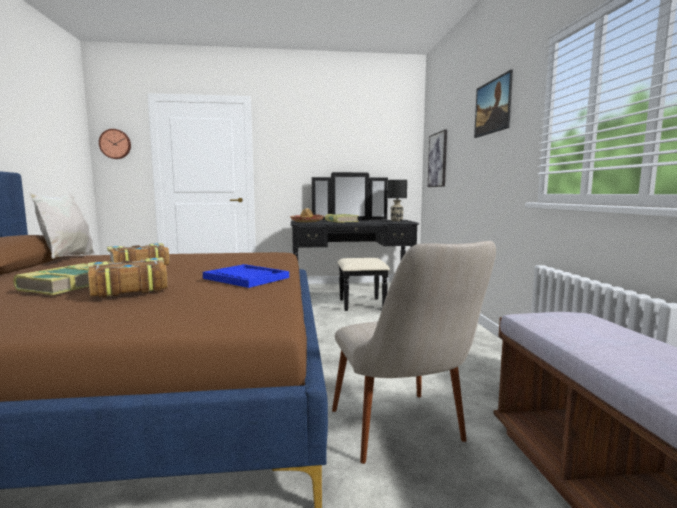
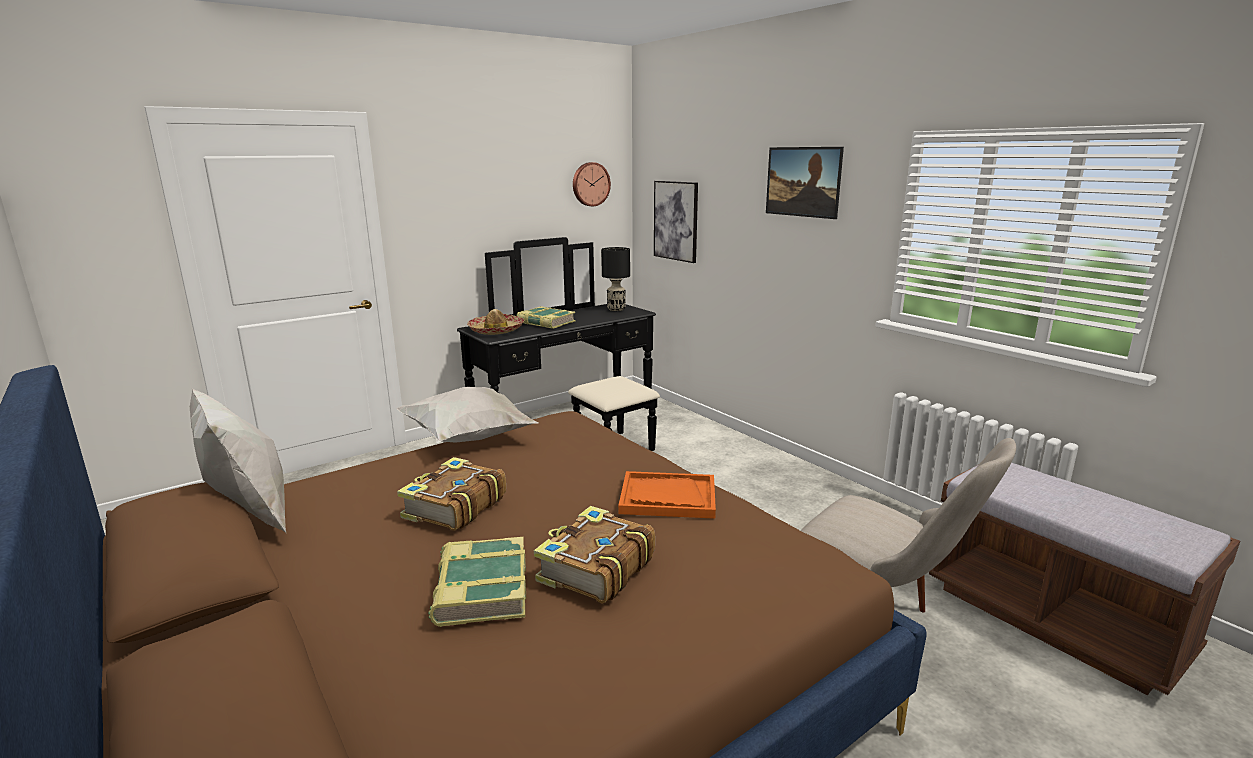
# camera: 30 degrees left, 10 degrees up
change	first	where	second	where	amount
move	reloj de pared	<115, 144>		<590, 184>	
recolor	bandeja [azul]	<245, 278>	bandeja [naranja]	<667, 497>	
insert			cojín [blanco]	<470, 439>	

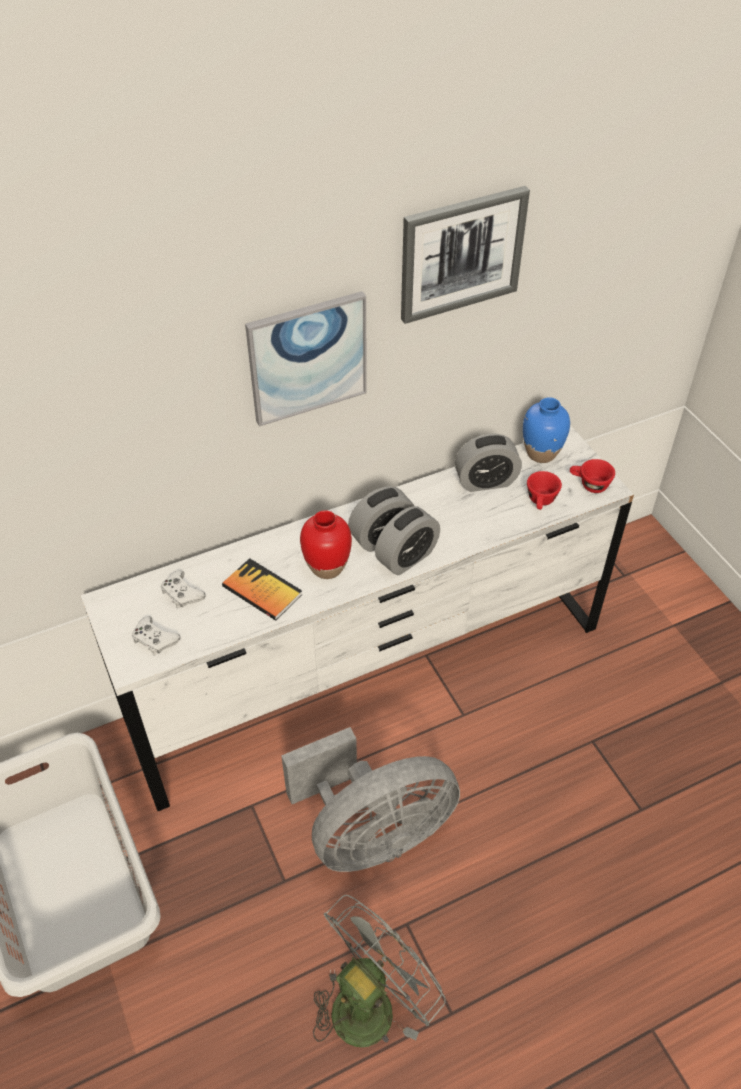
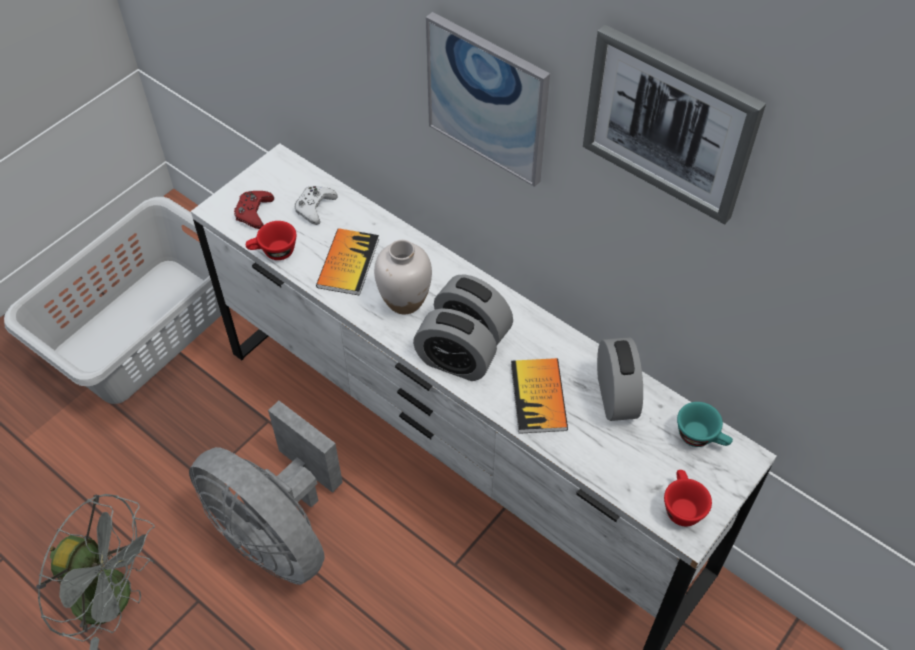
# camera: 65 degrees right, 5 degrees up
change	first	where	second	where	amount
replace	florero [azul]	<541, 453>	taza [turquesa]	<701, 437>	
rotate	despertador	<485, 481>		<615, 396>	150 degrees counterclockwise
move	taza [rojo]	<541, 502>		<273, 252>	
recolor	florero [rojo]	<326, 567>	florero [blanco]	<404, 300>	
recolor	mando de consola [blanco]	<154, 639>	mando de consola [rojo]	<254, 212>	
insert			libro	<538, 397>	

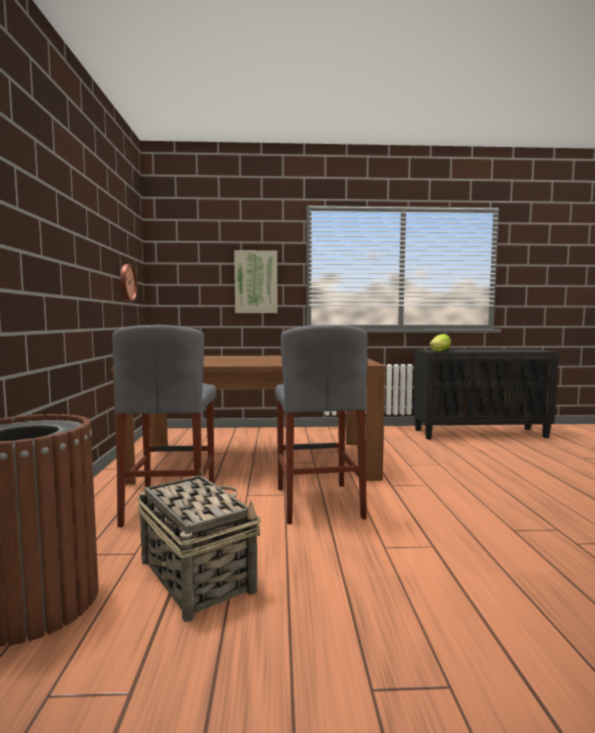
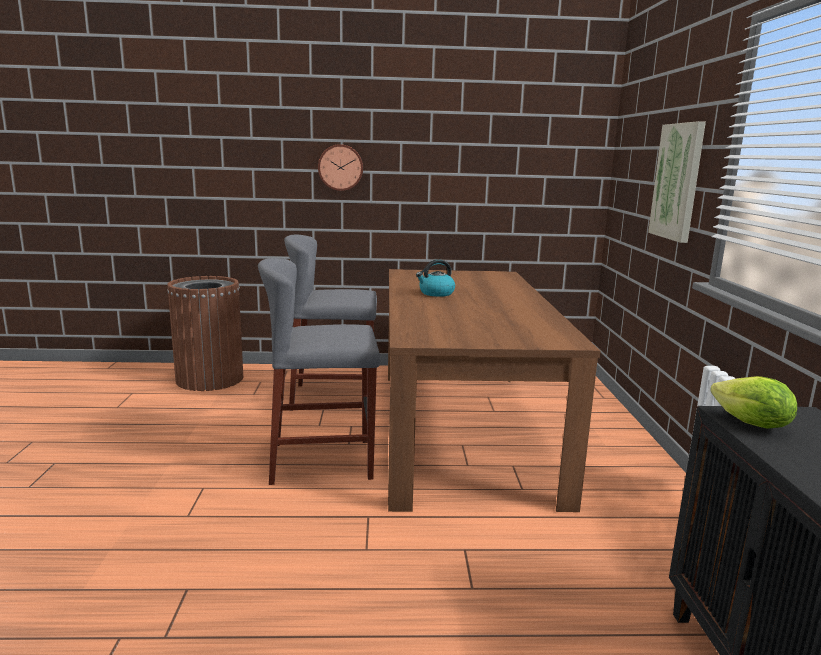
# camera: 90 degrees right, 10 degrees up
change	first	where	second	where	amount
move	reloj de pared	<126, 282>		<340, 167>	
delete	cesta	<196, 575>			
insert			hervidor	<436, 293>	

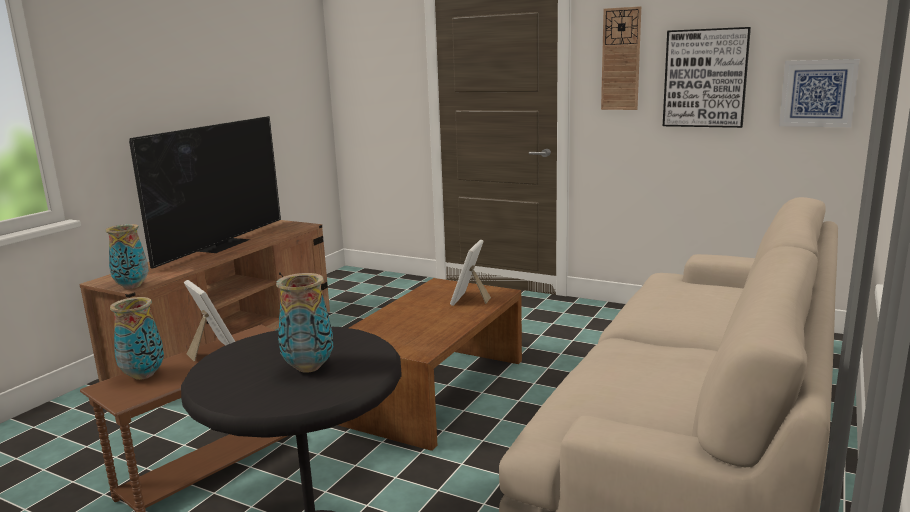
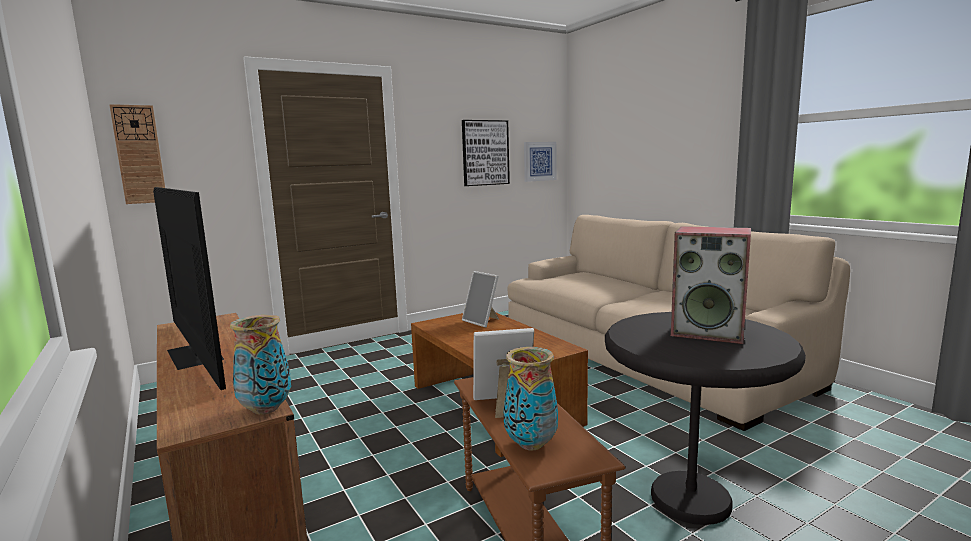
# camera: 60 degrees left, 5 degrees down
change	first	where	second	where	amount
move	reloj de pared	<621, 59>		<139, 154>	
replace	florero	<309, 368>	altavoz	<709, 332>	

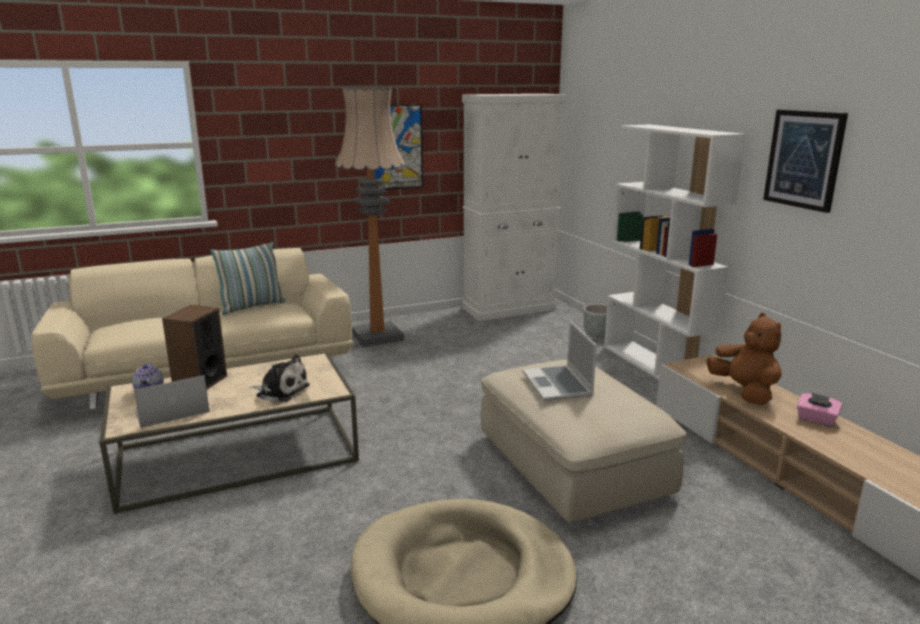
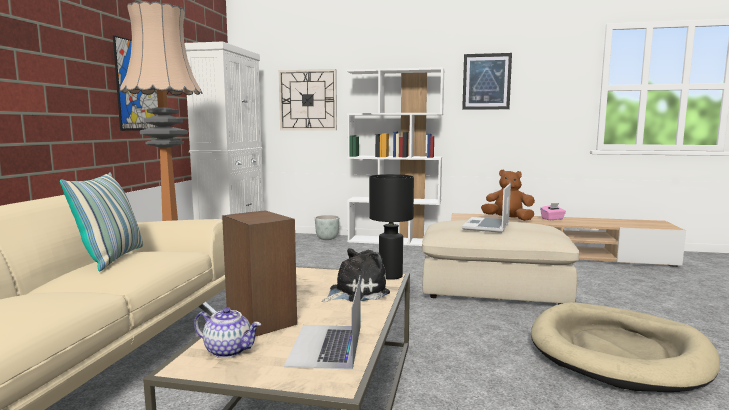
# camera: 55 degrees left, 10 degrees down
change	first	where	second	where	amount
rotate	portátil	<558, 385>		<487, 226>	90 degrees clockwise
insert			reloj de pared	<308, 100>	
insert			lámpara de mesa [negro]	<391, 276>	

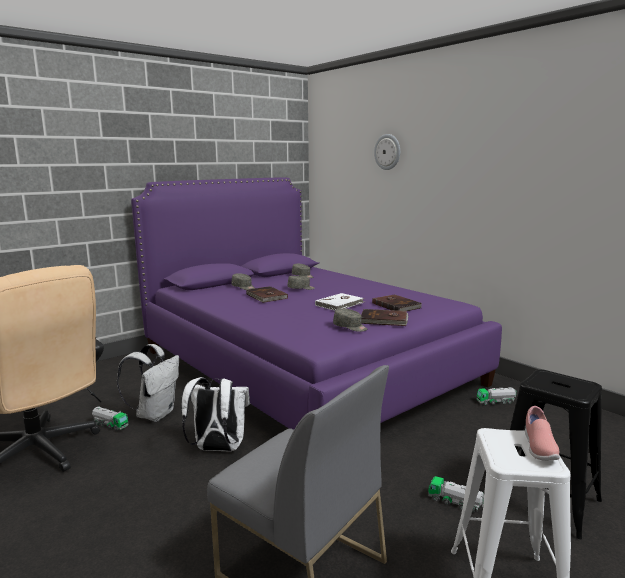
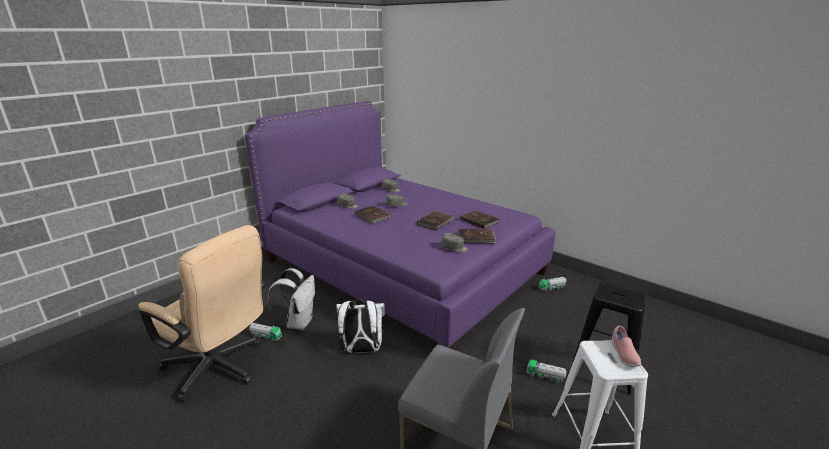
# camera: 10 degrees left, 10 degrees up
change	first	where	second	where	amount
delete	reloj de pared	<387, 152>			
recolor	libro [blanco]	<340, 304>	libro [marrón]	<436, 222>	

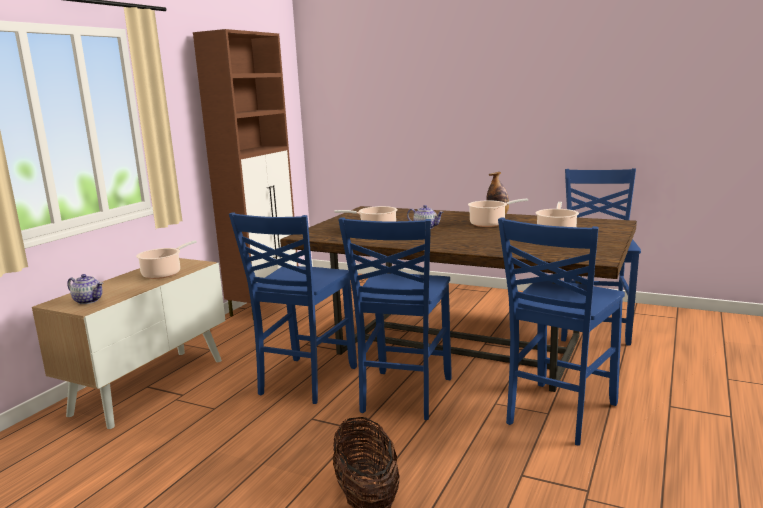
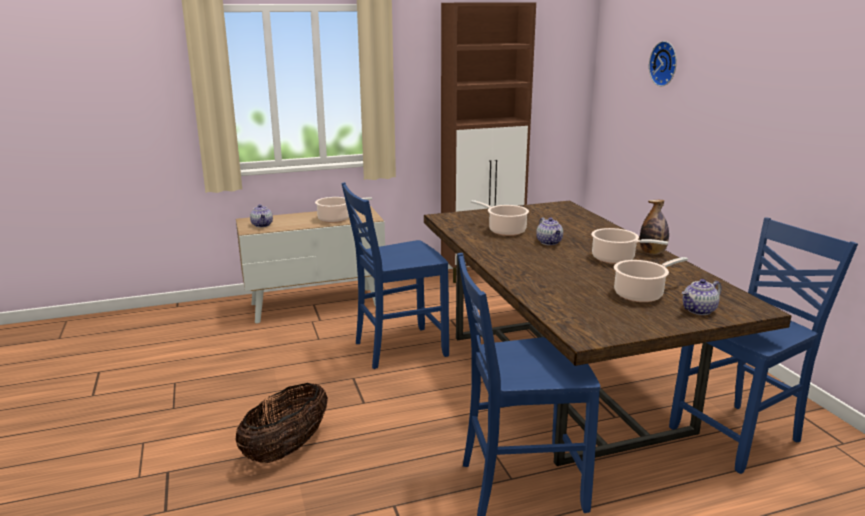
# camera: 45 degrees right, 5 degrees up
change	first	where	second	where	amount
delete	silla [azul]	<403, 395>			
insert			reloj de pared	<665, 63>	
insert			tetera	<699, 310>	

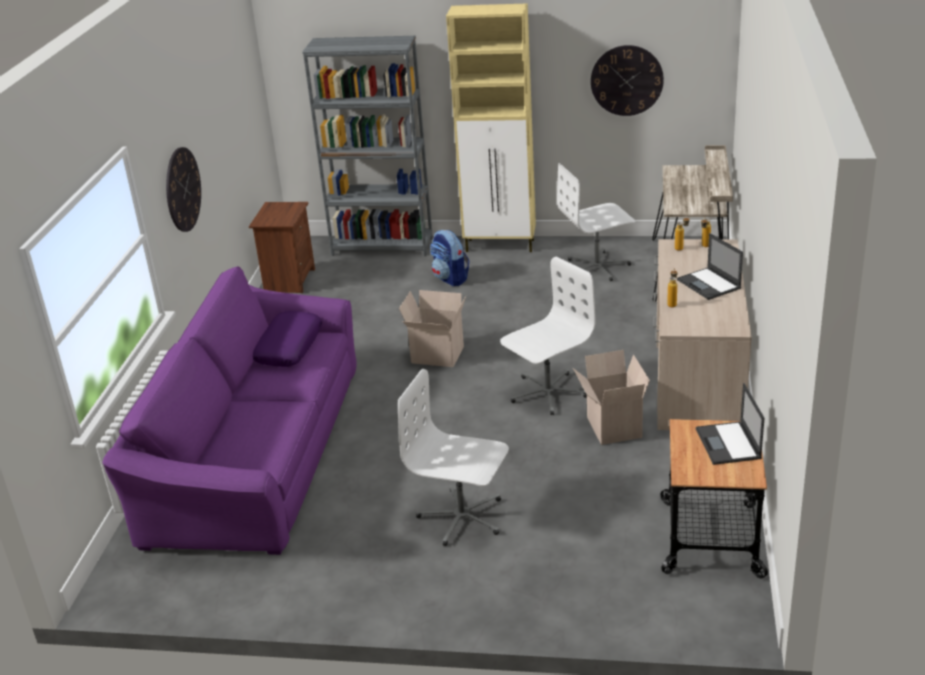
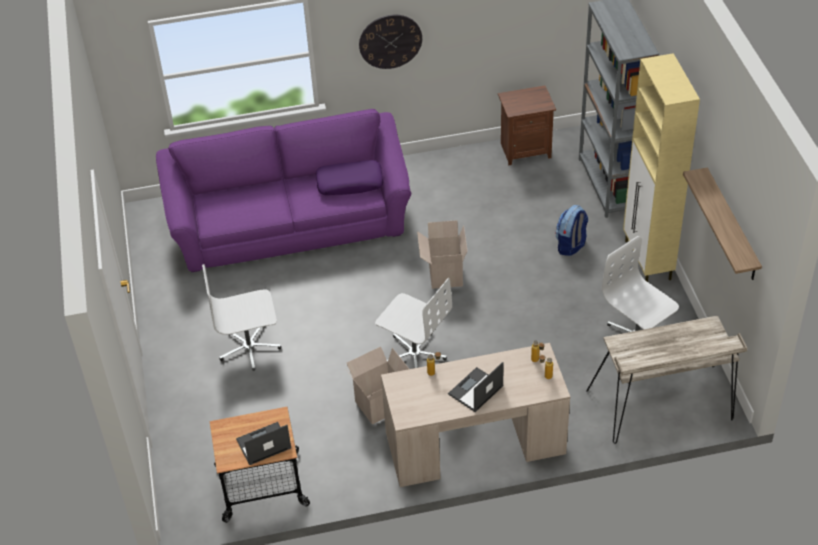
# camera: 70 degrees right, 15 degrees up
change	first	where	second	where	amount
replace	reloj de pared	<627, 80>	estante	<731, 225>	
rotate	silla de oficina [blanco]	<462, 517>		<249, 347>	105 degrees counterclockwise

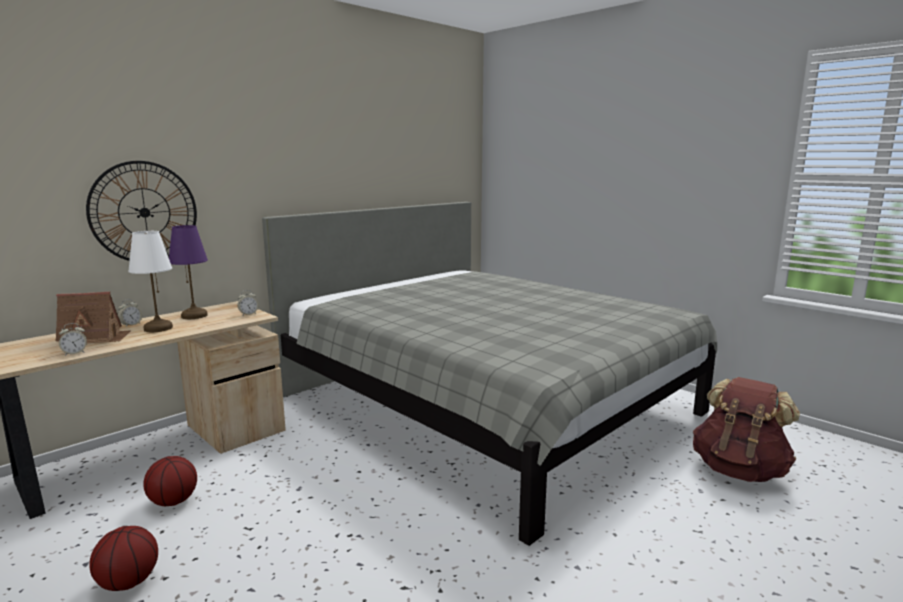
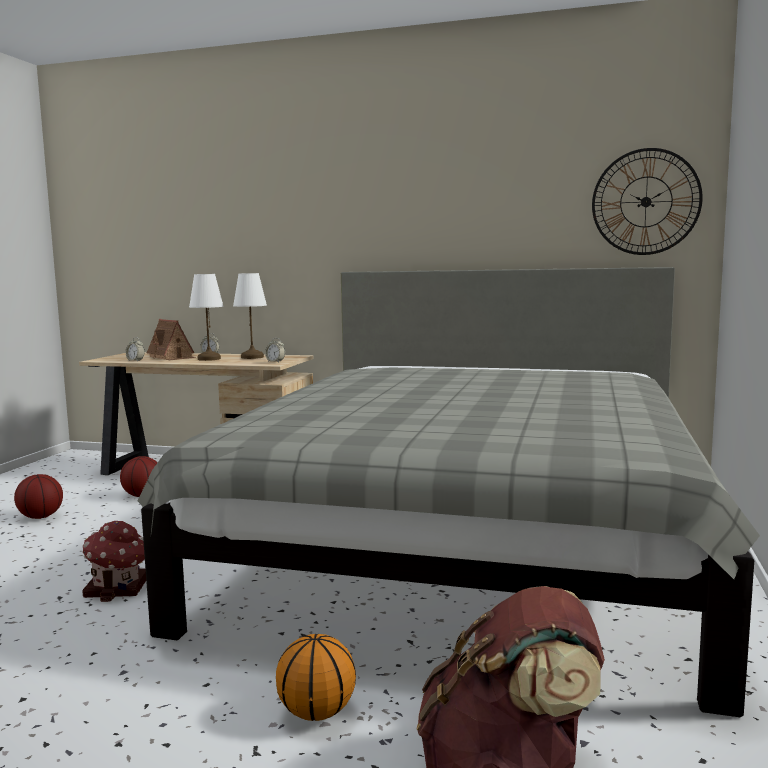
# camera: 60 degrees right, 5 degrees down
change	first	where	second	where	amount
move	reloj de pared	<144, 212>		<646, 202>	
recolor	lámpara de mesa [morado]	<195, 315>	lámpara de mesa [blanco]	<252, 357>	
insert			casita	<119, 587>	
insert			balón de baloncesto	<317, 713>	

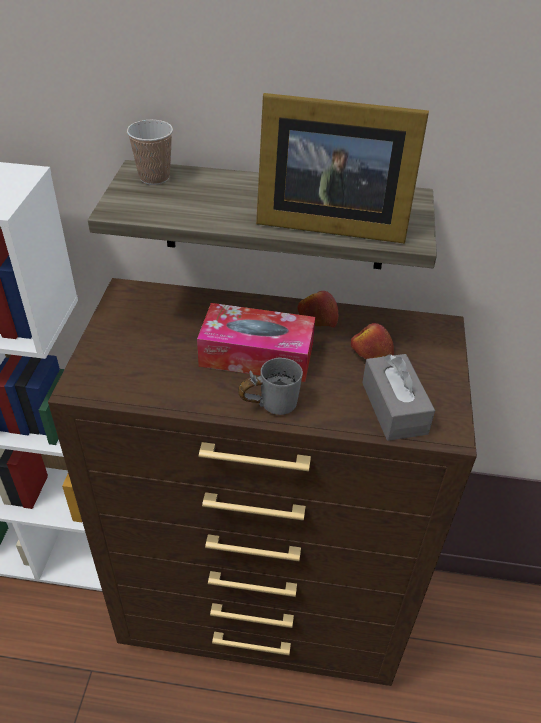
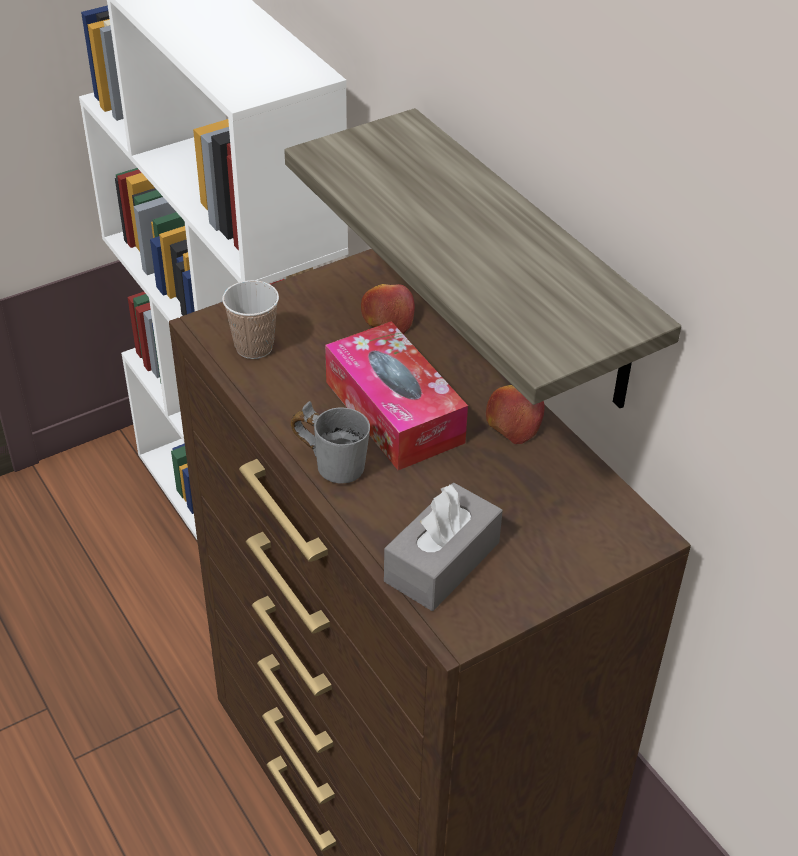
# camera: 50 degrees right, 0 degrees up
change	first	where	second	where	amount
delete	portarretratos	<327, 222>			
move	taza	<154, 177>		<254, 347>	
move	manzana	<371, 352>		<387, 319>	

